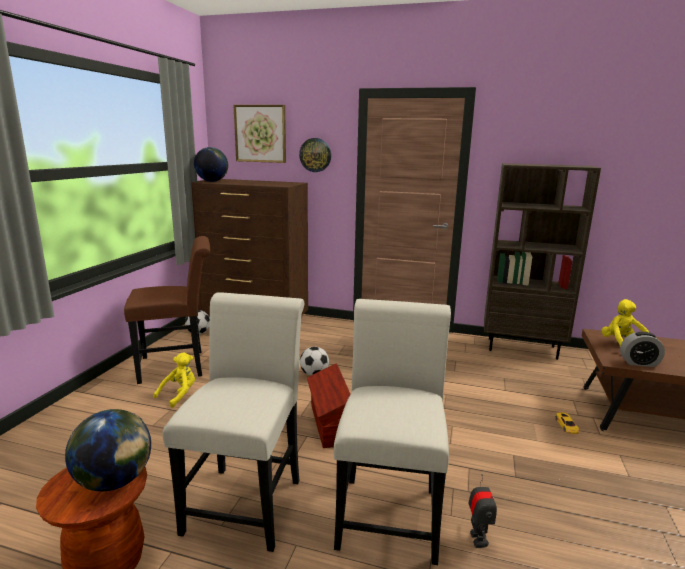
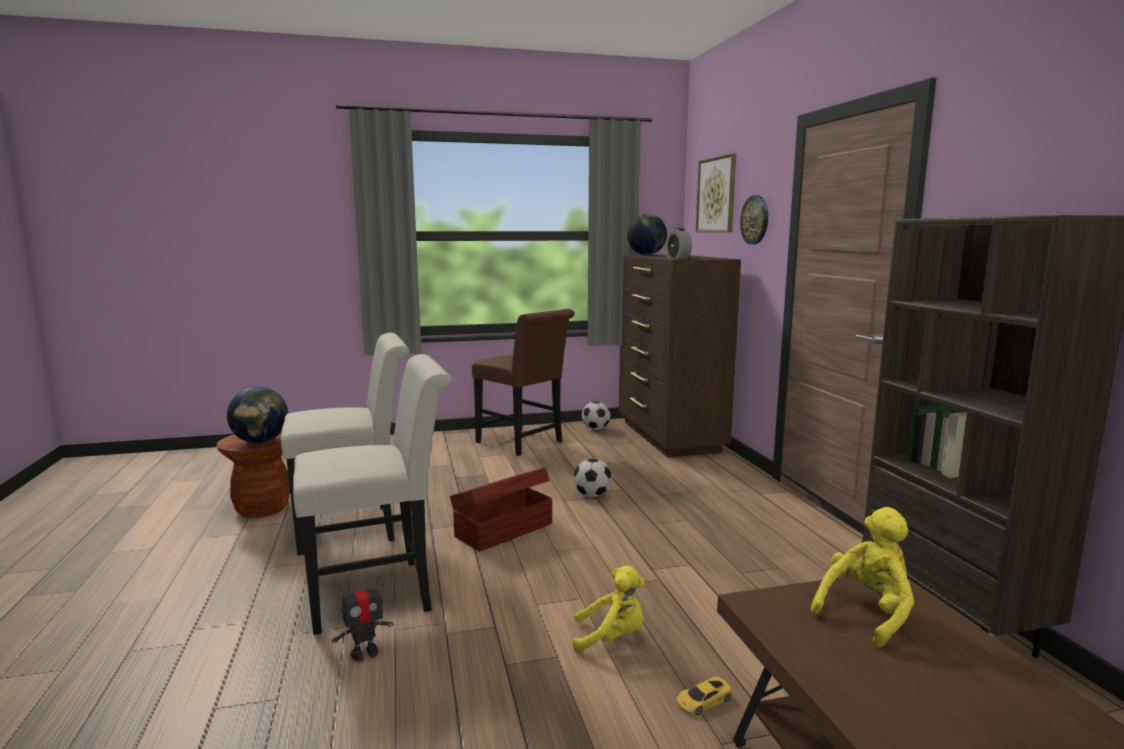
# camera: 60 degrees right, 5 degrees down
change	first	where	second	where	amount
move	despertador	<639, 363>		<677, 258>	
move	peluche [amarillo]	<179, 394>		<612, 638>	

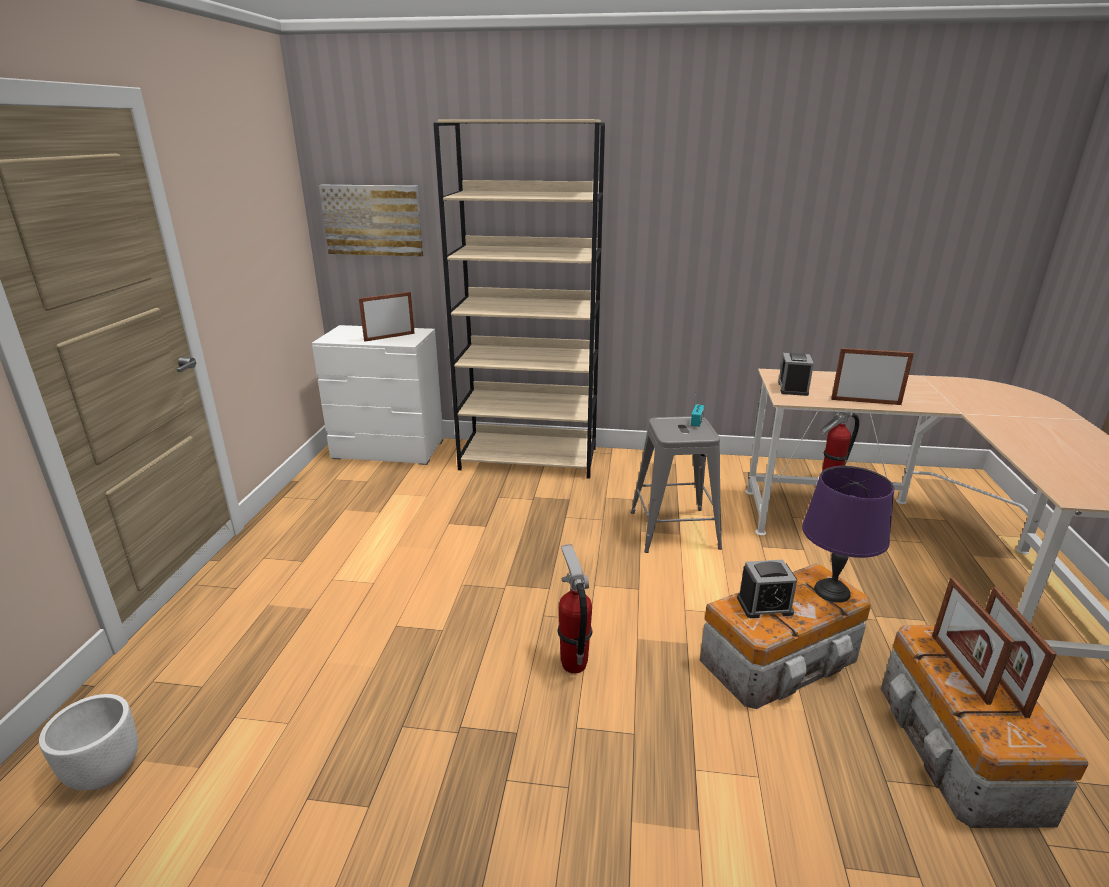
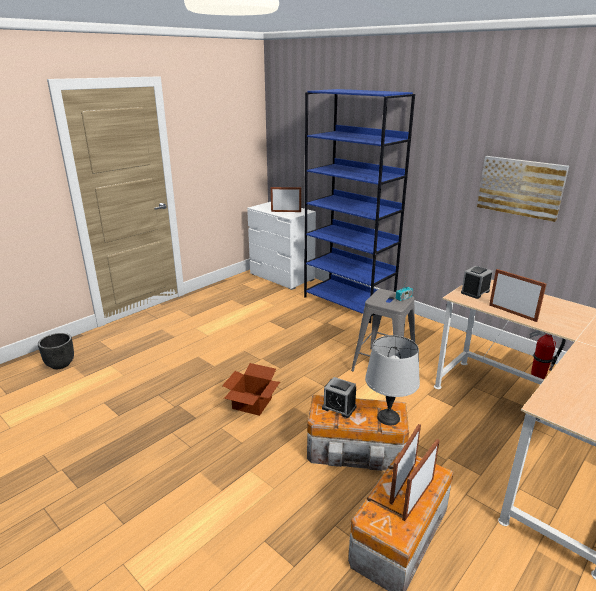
# camera: 35 degrees right, 0 degrees up
change	first	where	second	where	amount
recolor	estantería [beis]	<529, 458>	estantería [azul]	<349, 302>	
move	cuadro	<373, 220>		<520, 187>	
recolor	lámpara de mesa [morado]	<832, 591>	lámpara de mesa [gris]	<389, 418>	
replace	extintor	<573, 664>	caja de cartón	<251, 404>	
recolor	maceta [blanco]	<104, 770>	maceta [negro]	<60, 364>	

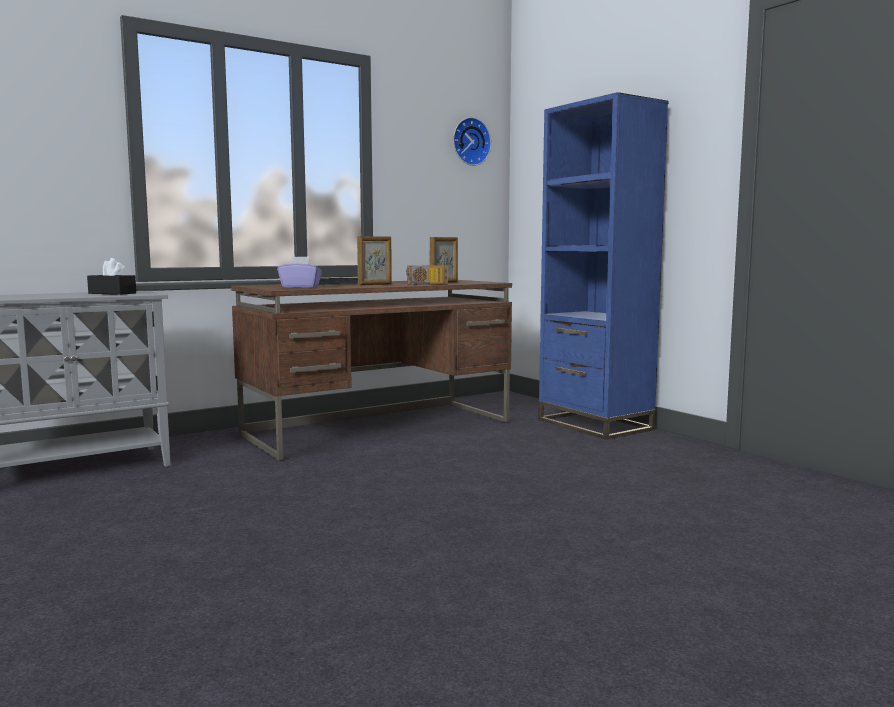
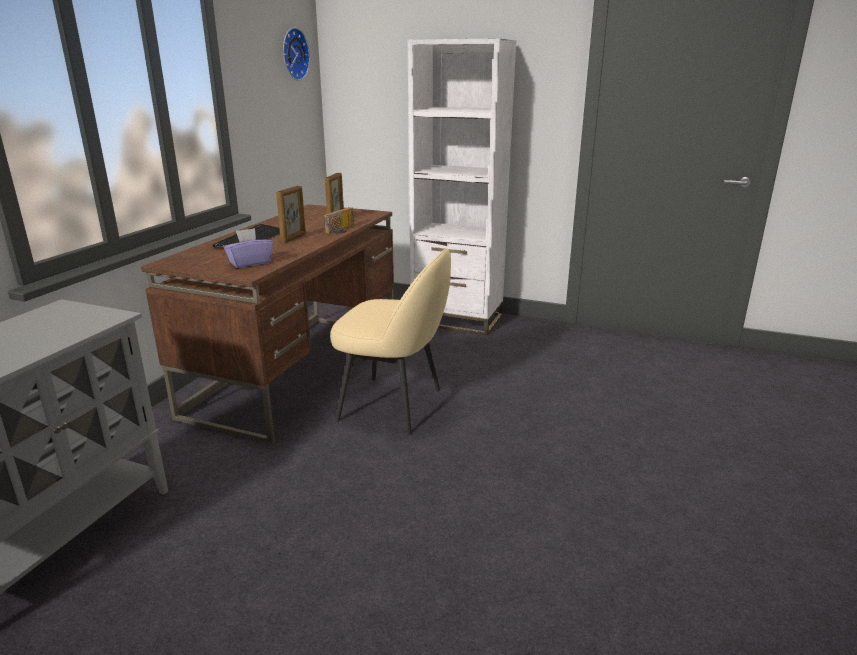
# camera: 35 degrees left, 15 degrees up
change	first	where	second	where	amount
recolor	estantería [azul]	<594, 424>	estantería [blanco]	<457, 319>	
delete	caja de pañuelos [negro]	<112, 293>			
insert			silla [beis]	<393, 405>	

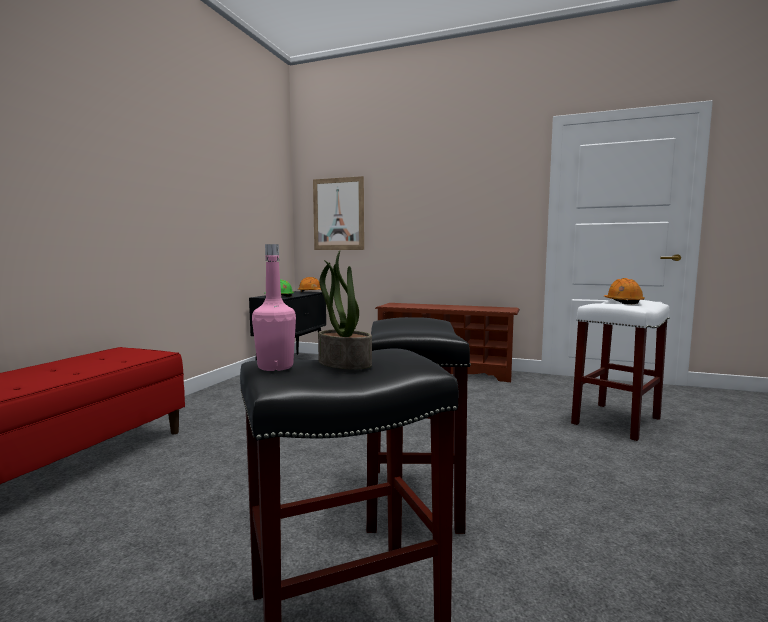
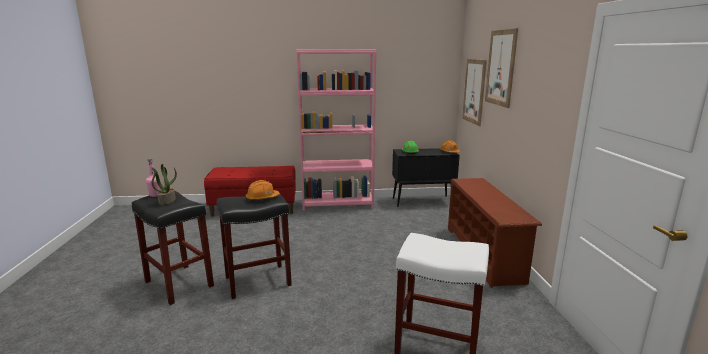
# camera: 65 degrees right, 10 degrees up
change	first	where	second	where	amount
move	casco [naranja]	<623, 302>		<262, 198>	
insert			cuadro	<500, 68>	
insert			estantería [rosa]	<338, 204>	

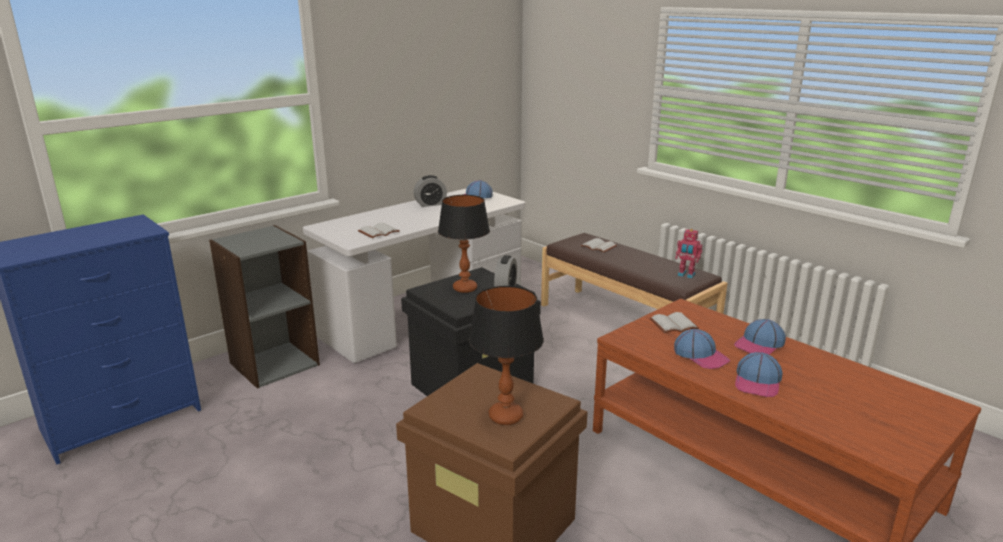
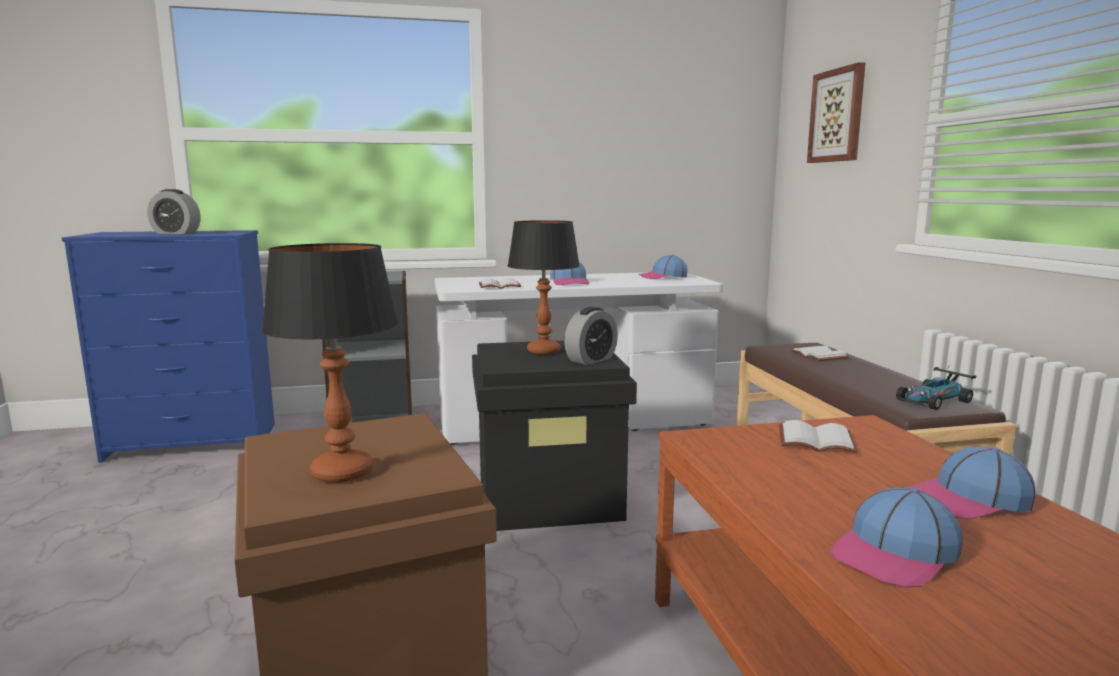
# camera: 30 degrees right, 10 degrees down
change	first	where	second	where	amount
move	despertador	<430, 204>		<176, 233>	
replace	robot de juguete	<686, 275>	coche de juguete	<933, 400>	
move	gorra	<701, 356>		<570, 282>	
insert			cuadro	<837, 116>	

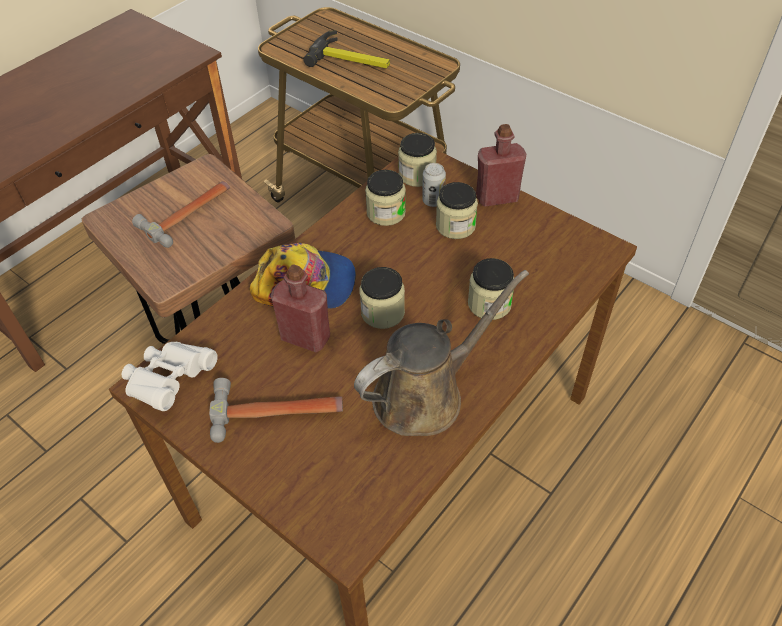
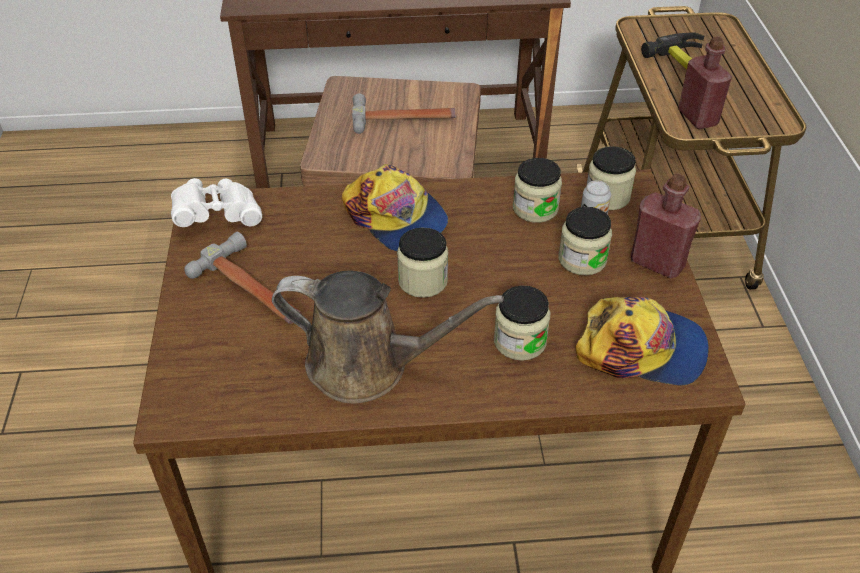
# camera: 45 degrees right, 5 degrees down
change	first	where	second	where	amount
move	botella [rojo]	<305, 337>		<697, 118>	
insert			gorra	<642, 349>	

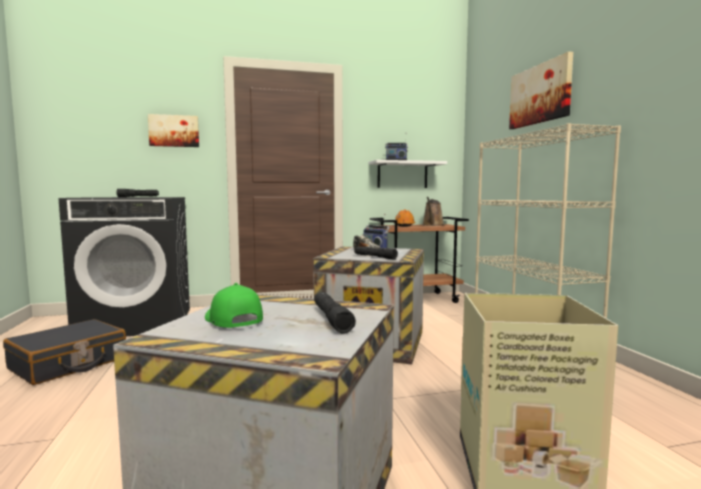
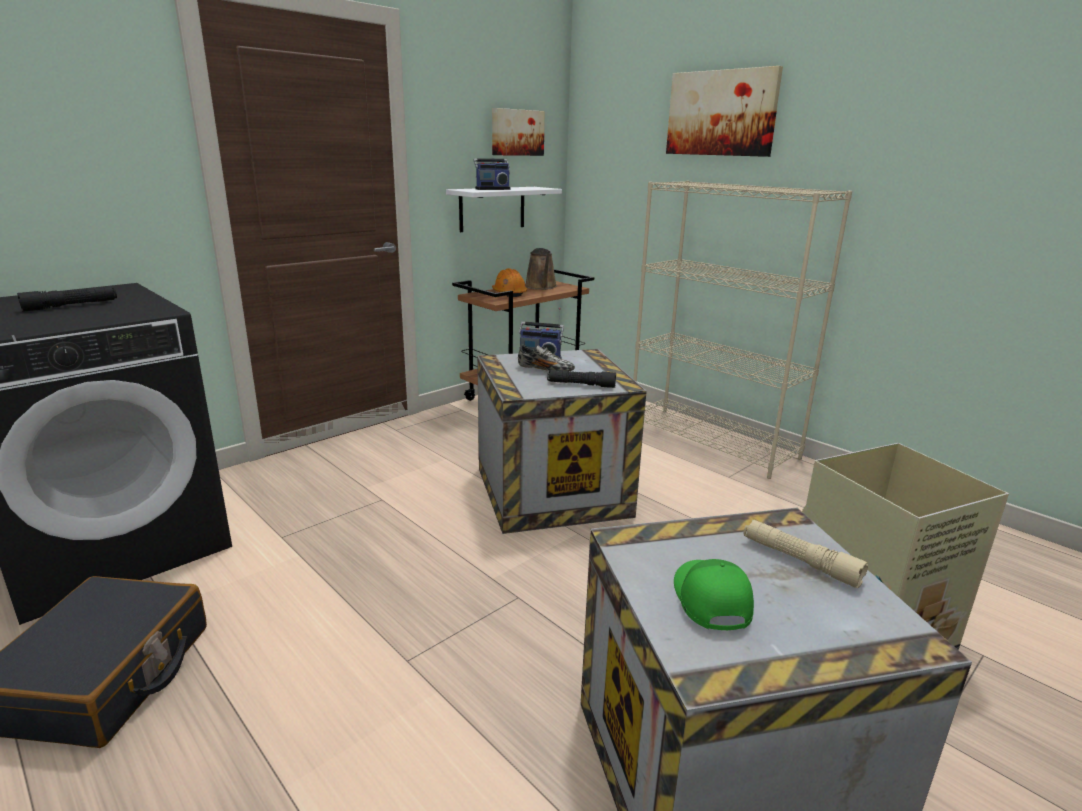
# camera: 30 degrees left, 15 degrees up
change	first	where	second	where	amount
move	cuadro	<174, 131>		<516, 132>	
rotate	gorra [verde]	<232, 320>		<709, 600>	60 degrees clockwise
recolor	linterna [negro]	<331, 319>	linterna [beis]	<800, 561>	

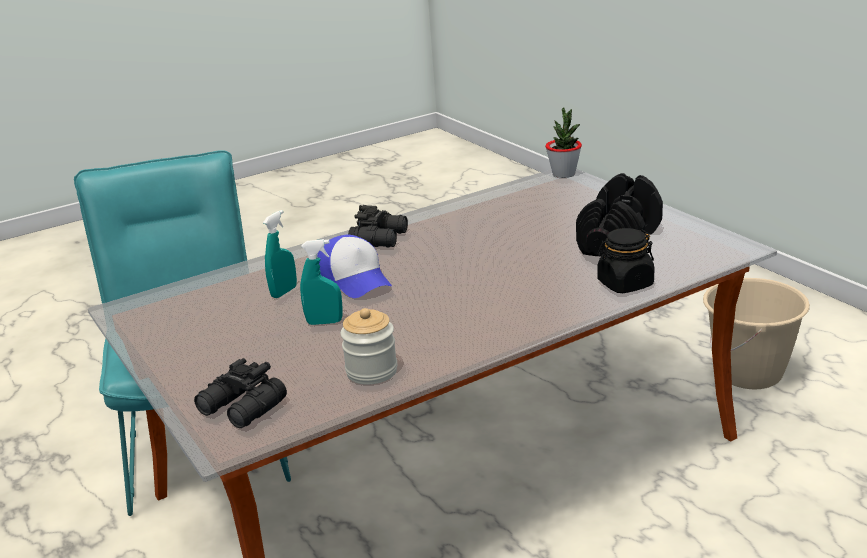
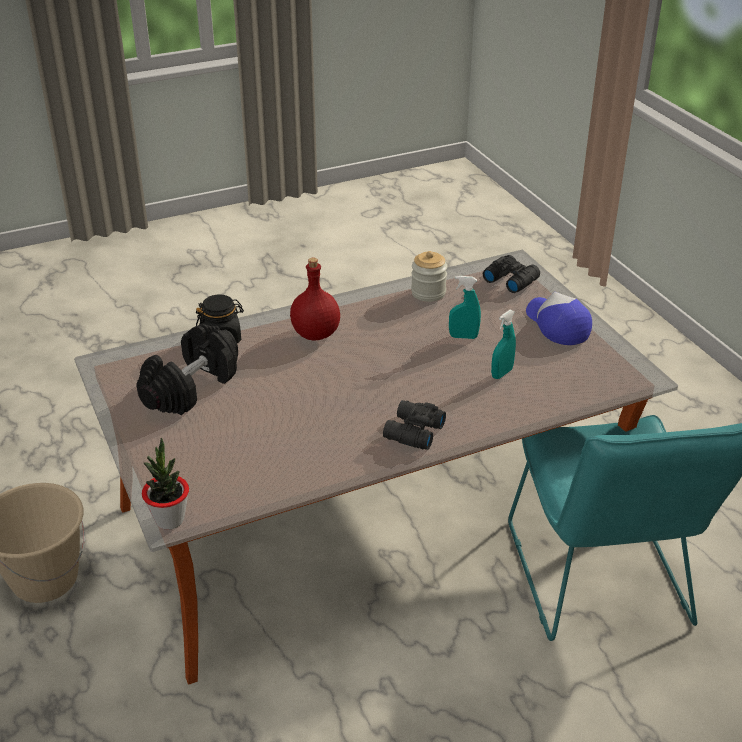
# camera: 175 degrees left, 10 degrees up
change	first	where	second	where	amount
move	gorra	<355, 279>		<557, 325>	
insert			botella [rojo]	<315, 333>	

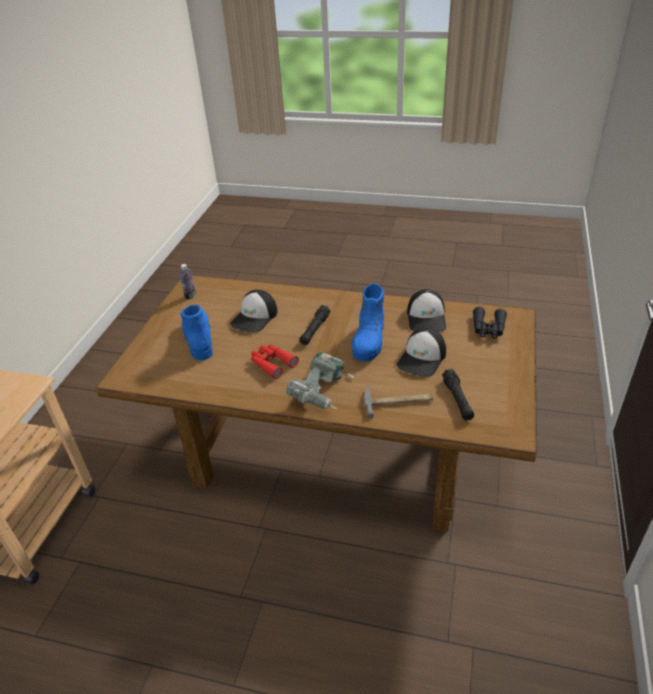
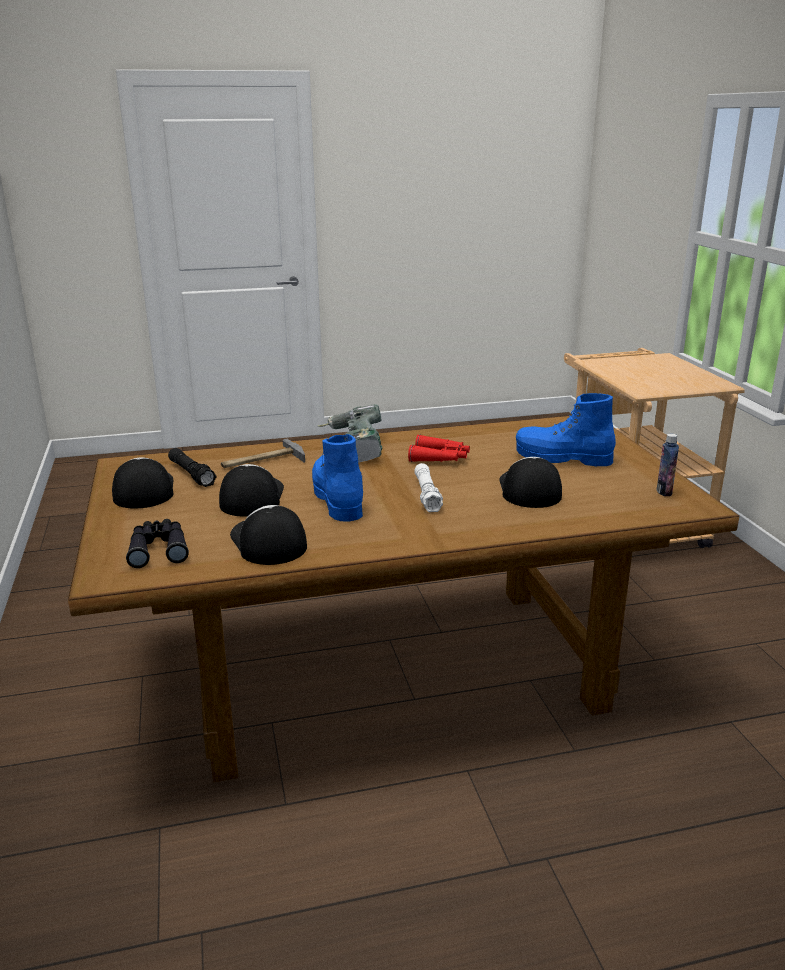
# camera: 150 degrees right, 15 degrees down
change	first	where	second	where	amount
rotate	bota [azul]	<198, 339>		<562, 458>	150 degrees clockwise
recolor	linterna [negro]	<315, 330>	linterna [blanco]	<427, 495>	
insert			gorra	<143, 490>	

